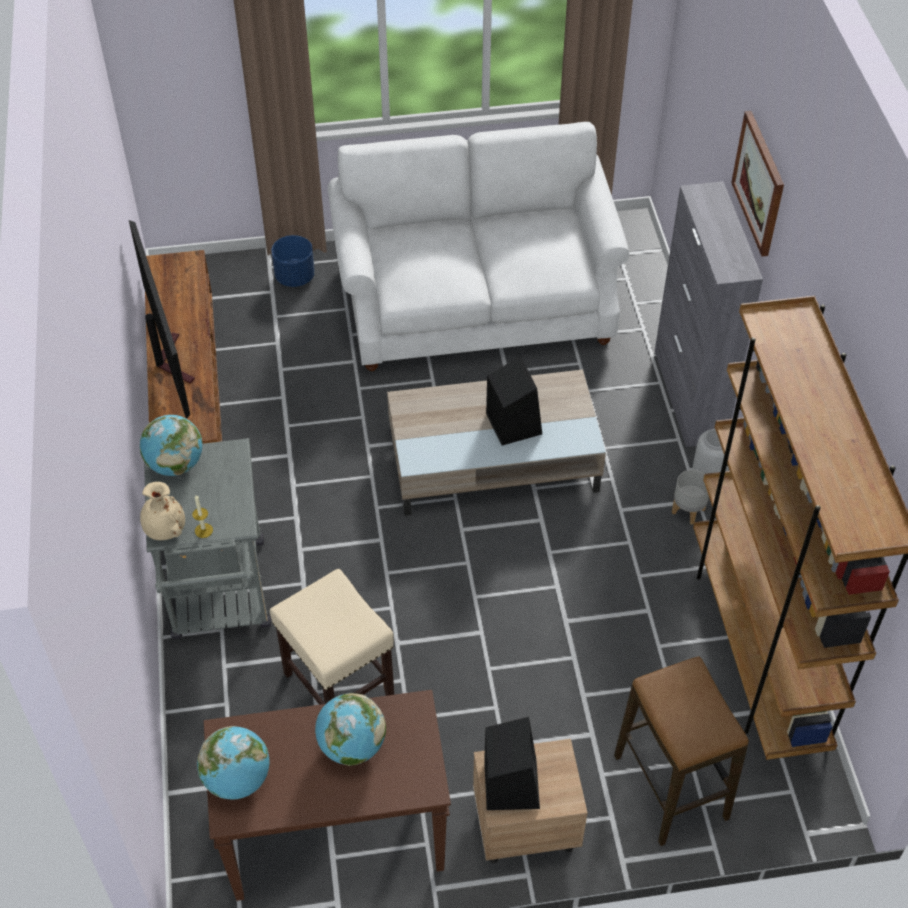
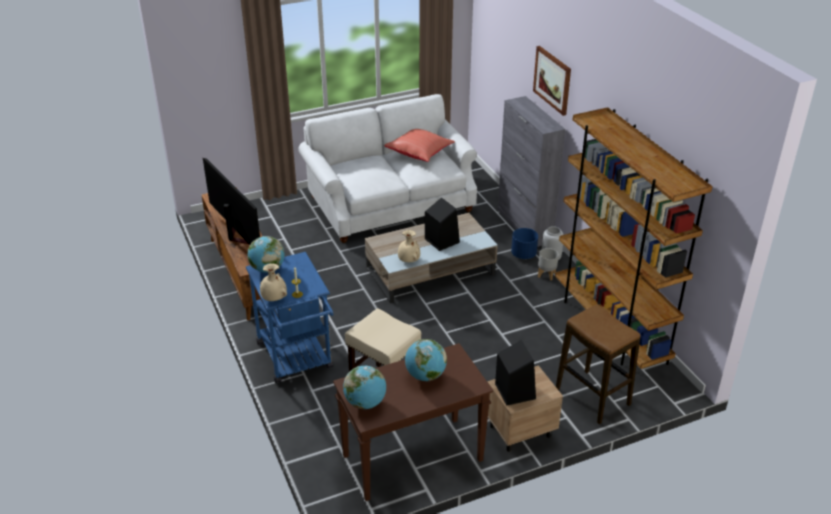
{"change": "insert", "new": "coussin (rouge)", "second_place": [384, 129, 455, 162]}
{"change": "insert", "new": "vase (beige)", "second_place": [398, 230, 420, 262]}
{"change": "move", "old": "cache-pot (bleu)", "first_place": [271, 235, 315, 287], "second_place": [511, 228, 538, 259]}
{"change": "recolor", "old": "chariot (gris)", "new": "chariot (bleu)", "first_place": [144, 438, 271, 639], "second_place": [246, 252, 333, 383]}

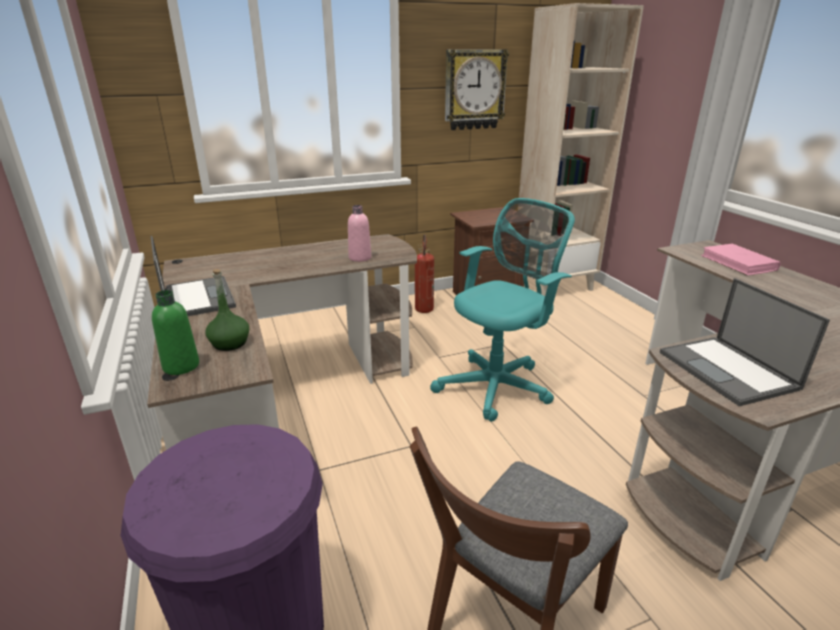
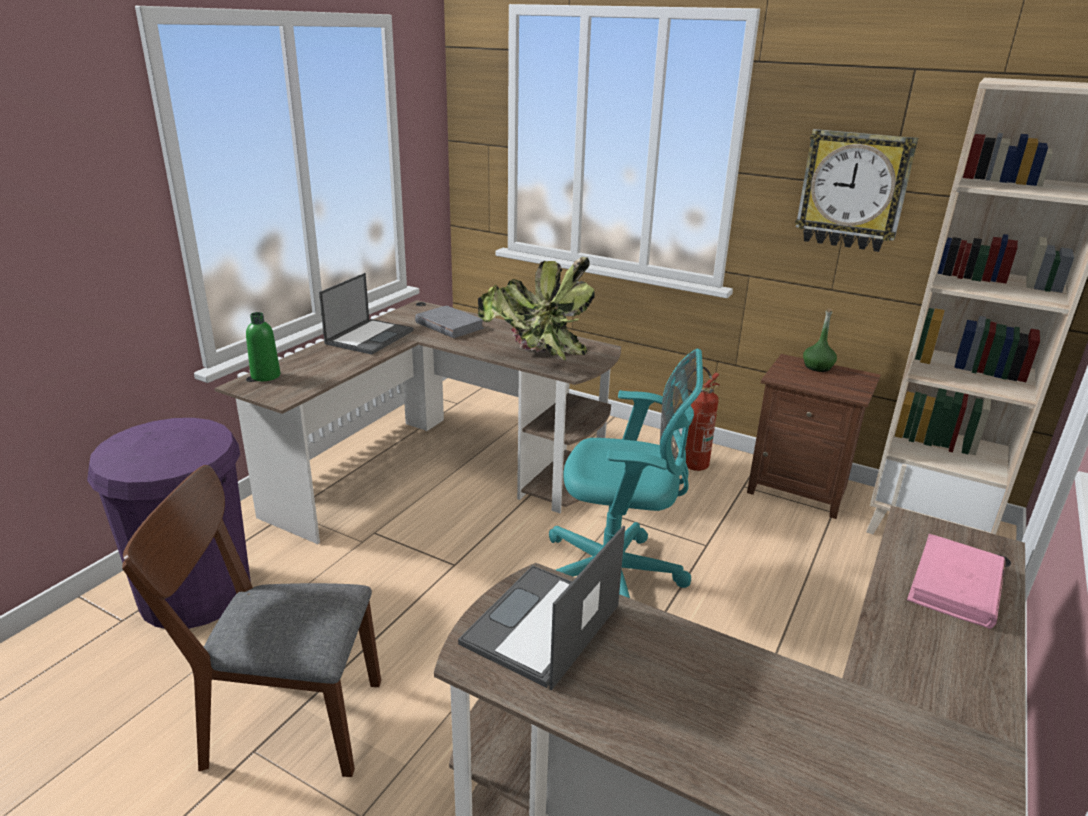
{"change": "insert", "new": "livre (gris)", "second_place": [415, 305, 484, 338]}
{"change": "move", "old": "bouteille (vert)", "first_place": [205, 269, 249, 351], "second_place": [803, 308, 837, 372]}
{"change": "replace", "old": "bouteille (rose)", "new": "plante en pot", "first_place": [348, 205, 371, 262], "second_place": [478, 257, 594, 360]}

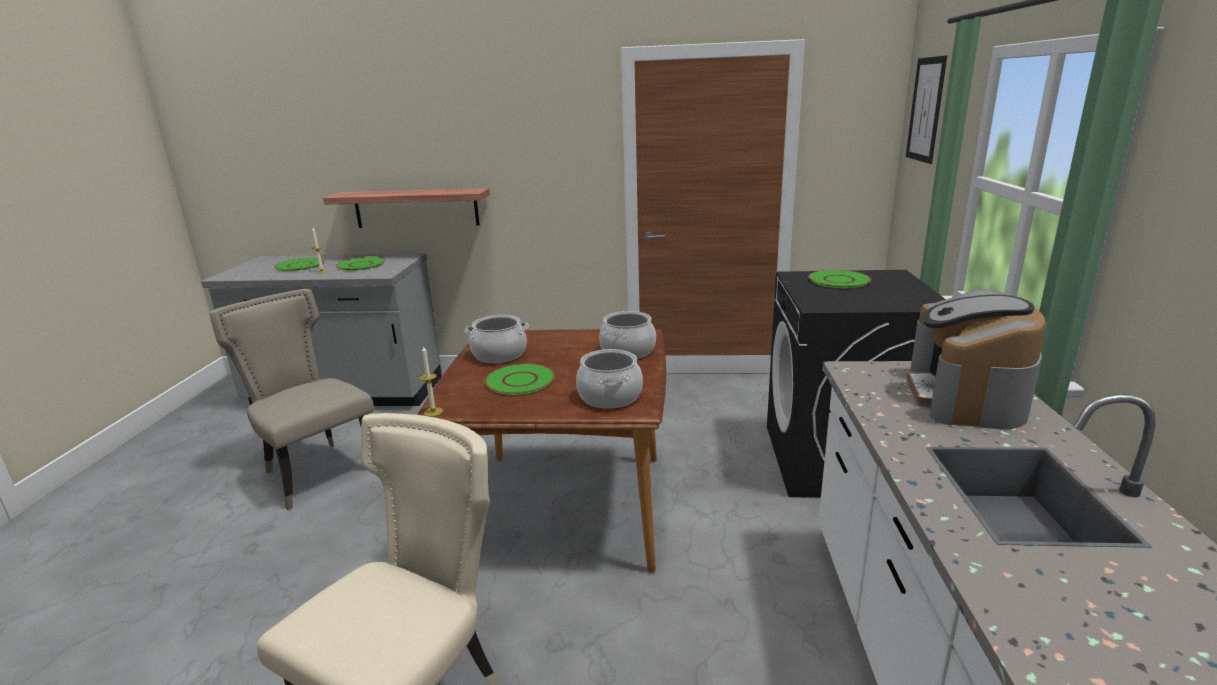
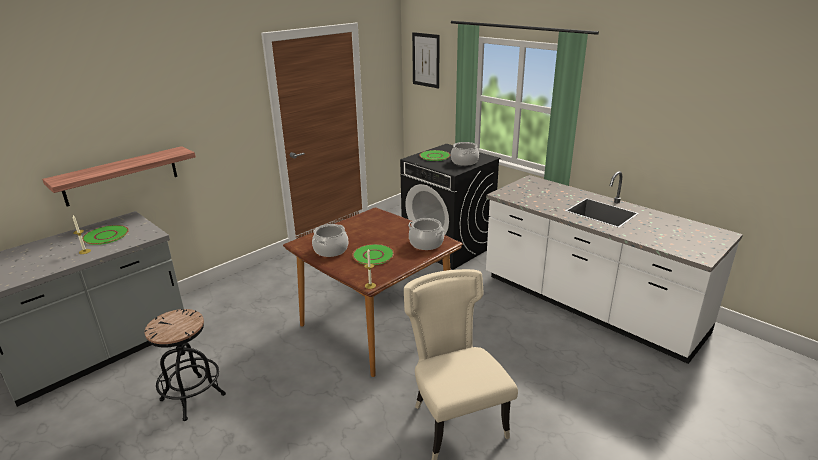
{"change": "delete", "old": "assiette (vert)", "first_place": [274, 258, 325, 271]}
{"change": "delete", "old": "machine à café", "first_place": [907, 289, 1046, 429]}
{"change": "move", "old": "marmite", "first_place": [599, 311, 656, 359], "second_place": [451, 142, 479, 166]}
{"change": "replace", "old": "chaise (beige)", "new": "tabouret (noir)", "first_place": [209, 289, 374, 510], "second_place": [145, 309, 226, 421]}

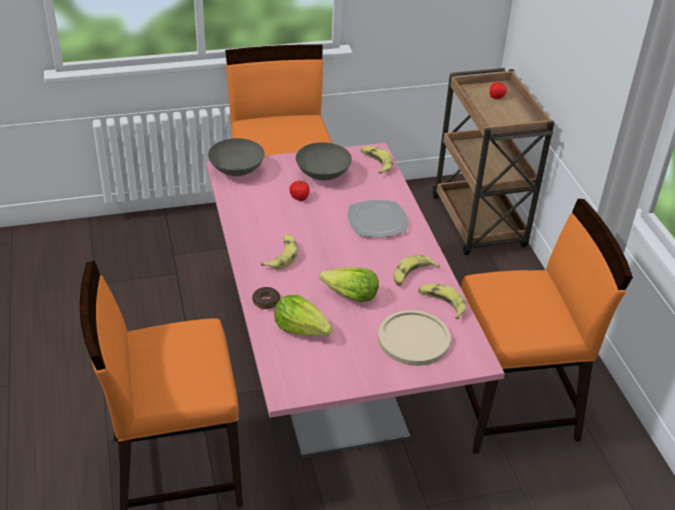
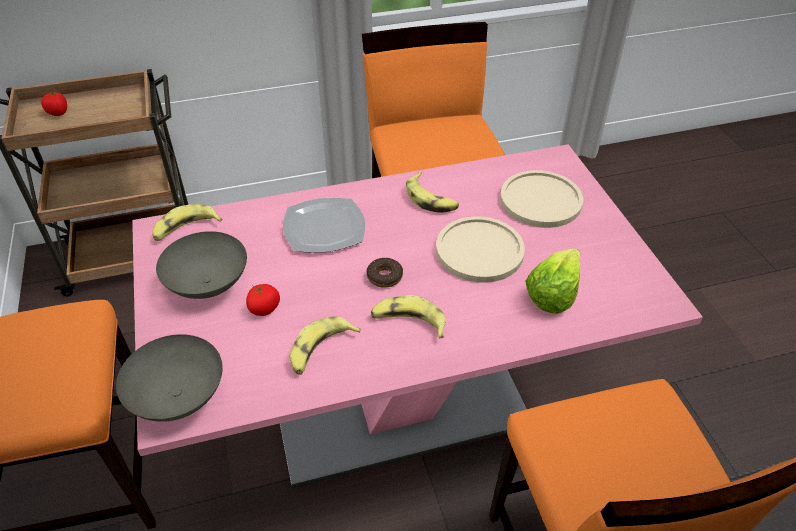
{"change": "move", "old": "beignet", "first_place": [252, 287, 280, 309], "second_place": [367, 258, 403, 288]}
{"change": "move", "old": "banane", "first_place": [418, 284, 466, 319], "second_place": [290, 317, 361, 375]}
{"change": "replace", "old": "laitue", "new": "assiette (beige)", "first_place": [319, 267, 379, 302], "second_place": [436, 216, 525, 283]}

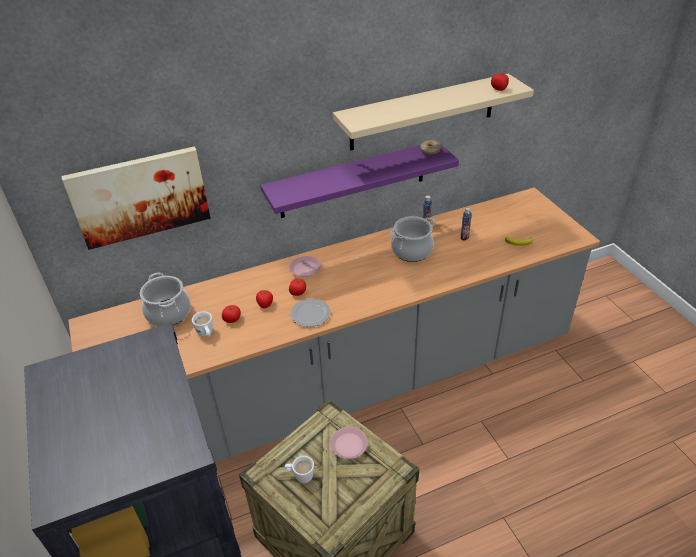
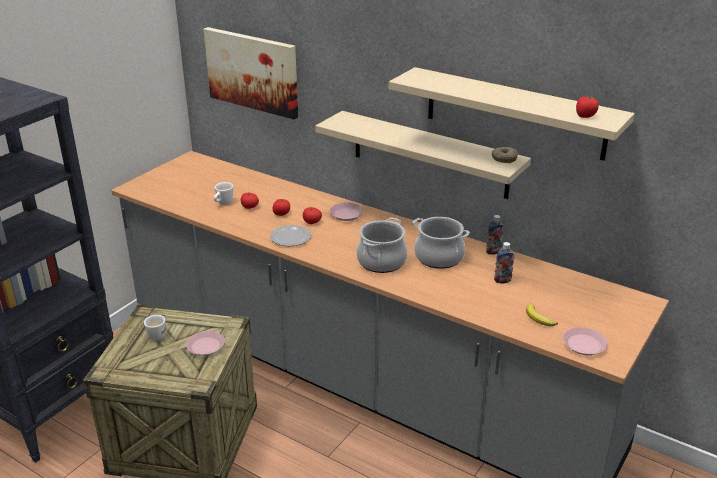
{"change": "insert", "new": "assiette (rose)", "second_place": [563, 327, 608, 355]}
{"change": "move", "old": "marmite", "first_place": [140, 272, 191, 326], "second_place": [356, 218, 407, 273]}
{"change": "recolor", "old": "étagère (violet)", "new": "étagère (beige)", "first_place": [260, 143, 459, 218], "second_place": [315, 111, 531, 199]}

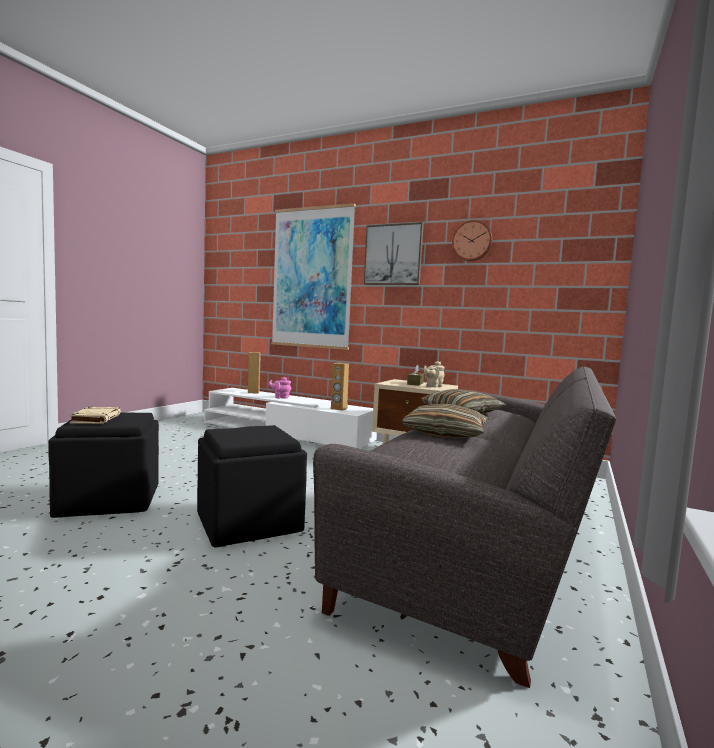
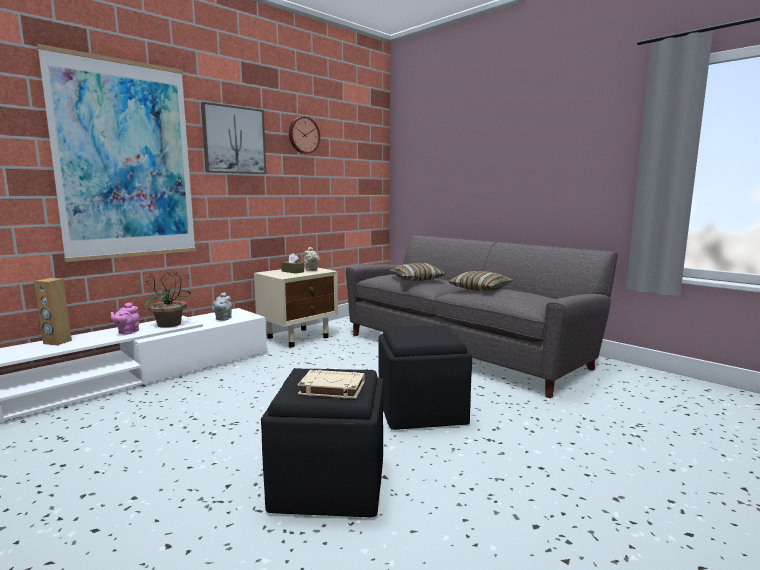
{"change": "insert", "new": "plante en pot", "second_place": [143, 271, 193, 328]}
{"change": "replace", "old": "enceinte (marron)", "new": "théière (gris)", "first_place": [331, 363, 349, 411], "second_place": [212, 292, 232, 321]}

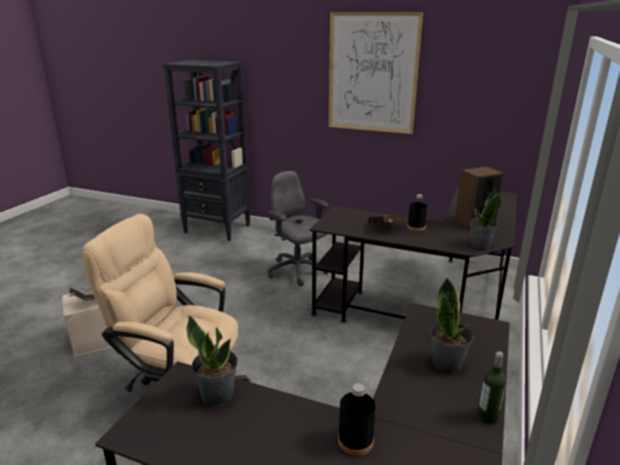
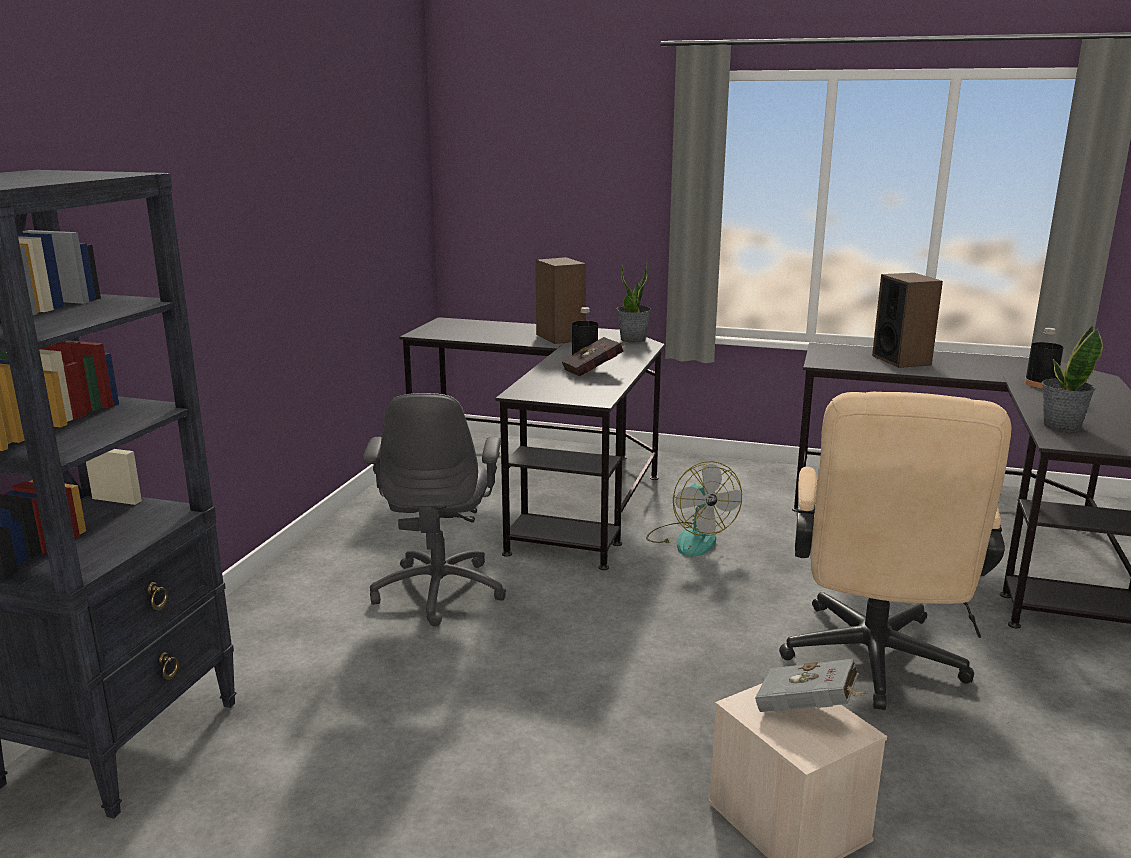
{"change": "delete", "old": "tableau", "first_place": [328, 12, 423, 134]}
{"change": "delete", "old": "bouteille", "first_place": [477, 351, 506, 423]}
{"change": "insert", "new": "ventilateur", "second_place": [646, 461, 742, 557]}
{"change": "replace", "old": "plante en pot", "new": "enceinte", "first_place": [430, 277, 474, 373], "second_place": [872, 273, 943, 368]}
{"change": "rotate", "old": "chaise de bureau (gris)", "first_place": [267, 171, 328, 286], "second_place": [363, 393, 506, 627], "degrees": -45}

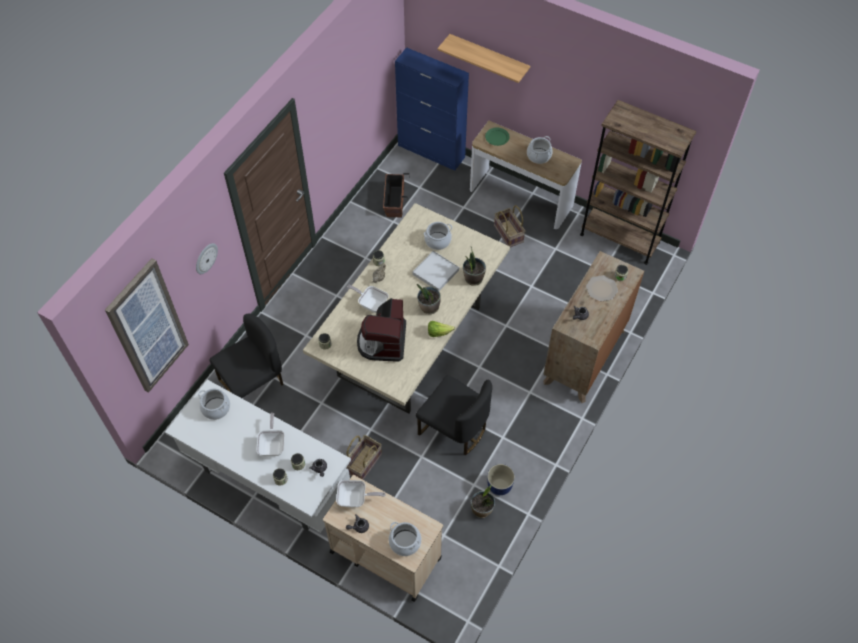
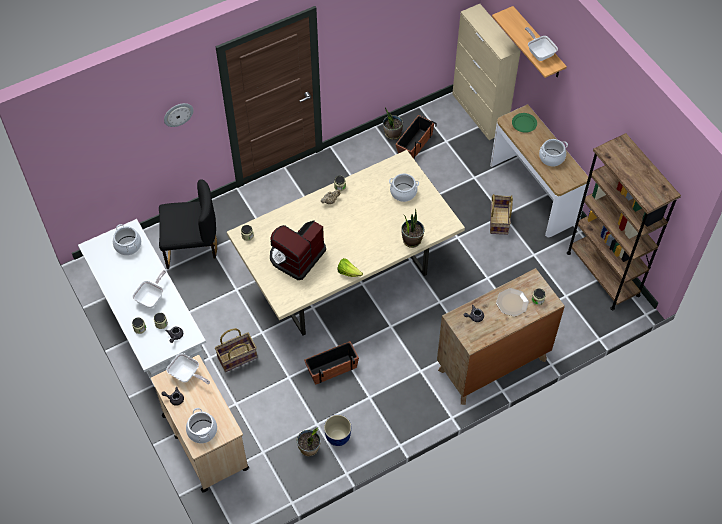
{"change": "delete", "old": "tableau", "first_place": [105, 258, 189, 393]}
{"change": "delete", "old": "plateau (blanc)", "first_place": [412, 251, 459, 291]}
{"change": "move", "old": "poêle", "first_place": [347, 285, 389, 313], "second_place": [525, 27, 558, 61]}
{"change": "move", "old": "plante en pot", "first_place": [417, 284, 441, 314], "second_place": [383, 108, 403, 140]}
{"change": "replace", "old": "chaise (noir)", "new": "cache-pot", "first_place": [416, 375, 492, 456], "second_place": [304, 341, 359, 385]}
{"change": "recolor", "old": "meuble de rangement (bleu)", "new": "meuble de rangement (beige)", "first_place": [395, 47, 469, 171], "second_place": [452, 4, 521, 140]}

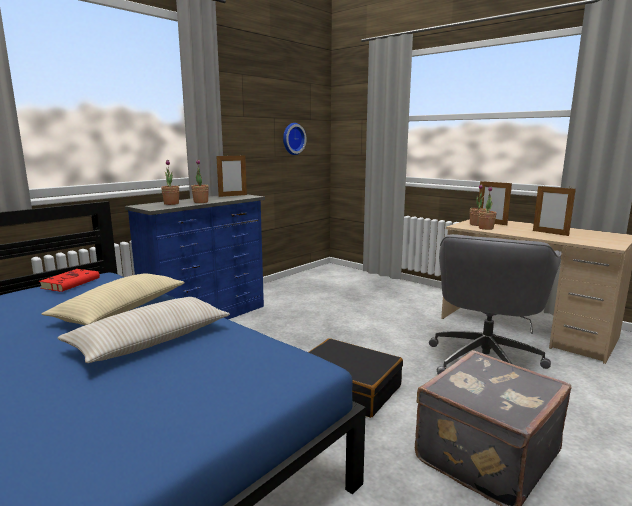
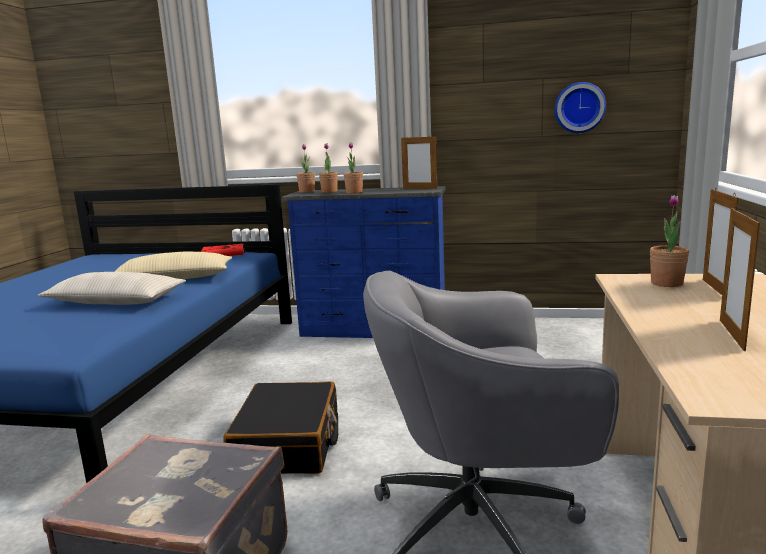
{"change": "move", "old": "plante en pot", "first_place": [479, 186, 497, 230], "second_place": [296, 144, 315, 193]}

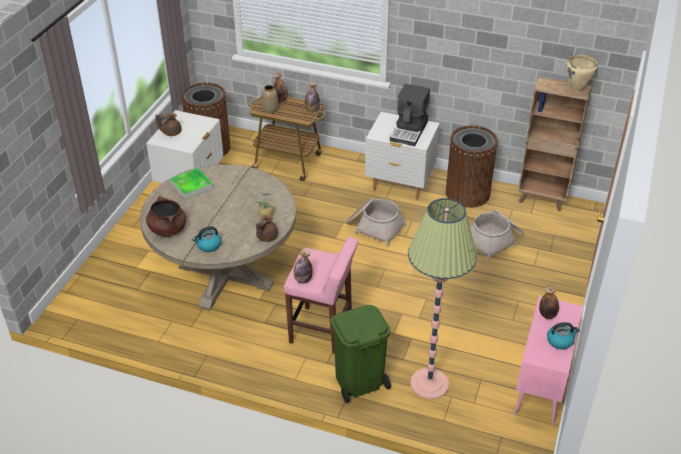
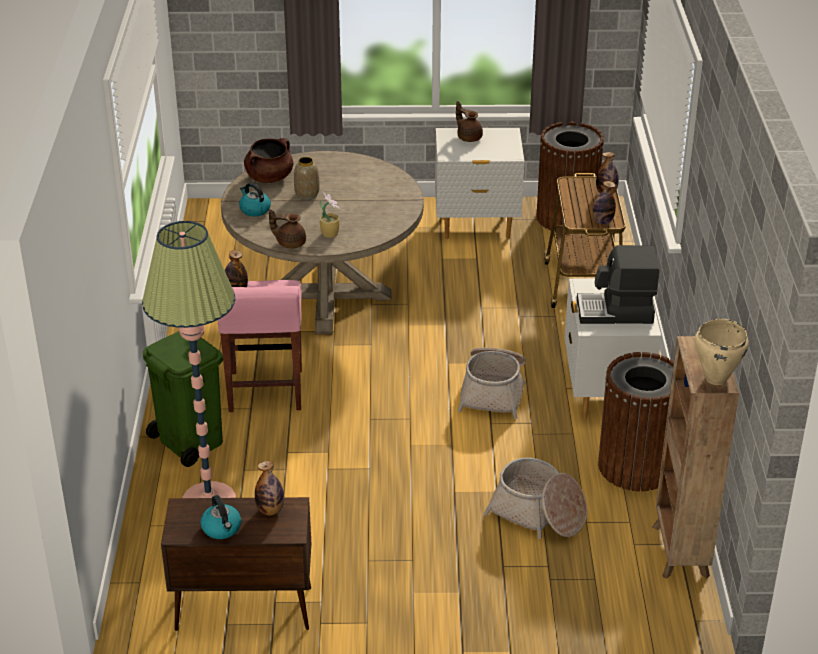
{"change": "delete", "old": "plateau", "first_place": [170, 168, 213, 199]}
{"change": "move", "old": "vase", "first_place": [261, 85, 278, 113], "second_place": [294, 157, 320, 200]}
{"change": "recolor", "old": "meuble de rangement (rose)", "new": "meuble de rangement (marron)", "first_place": [514, 296, 583, 426], "second_place": [161, 497, 311, 631]}

